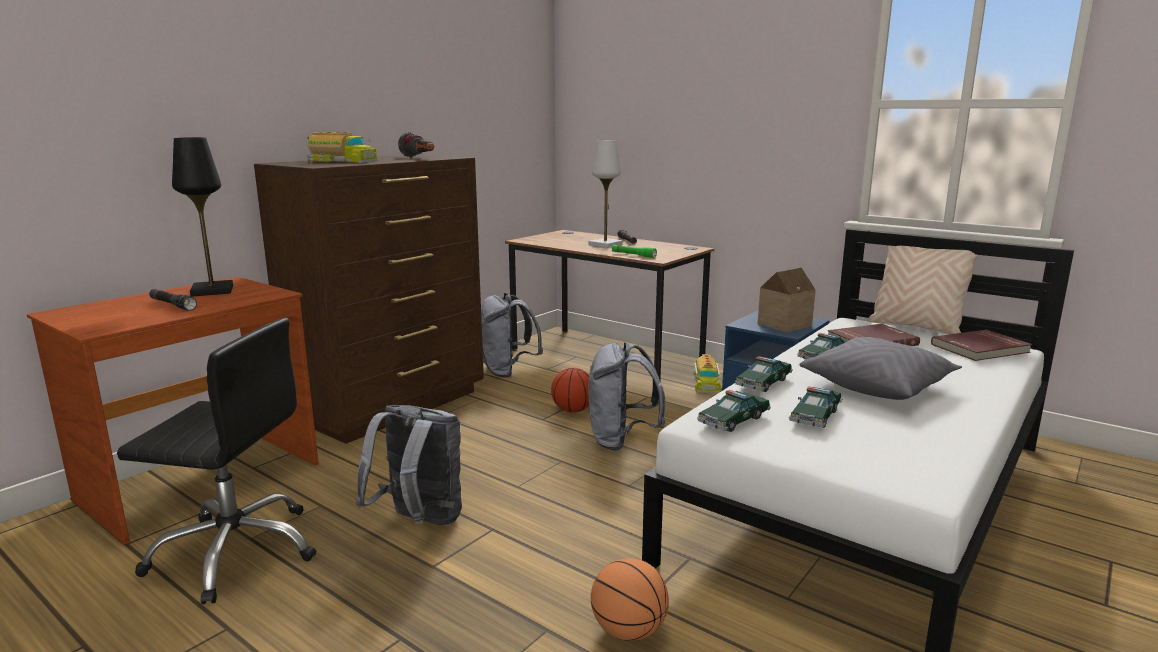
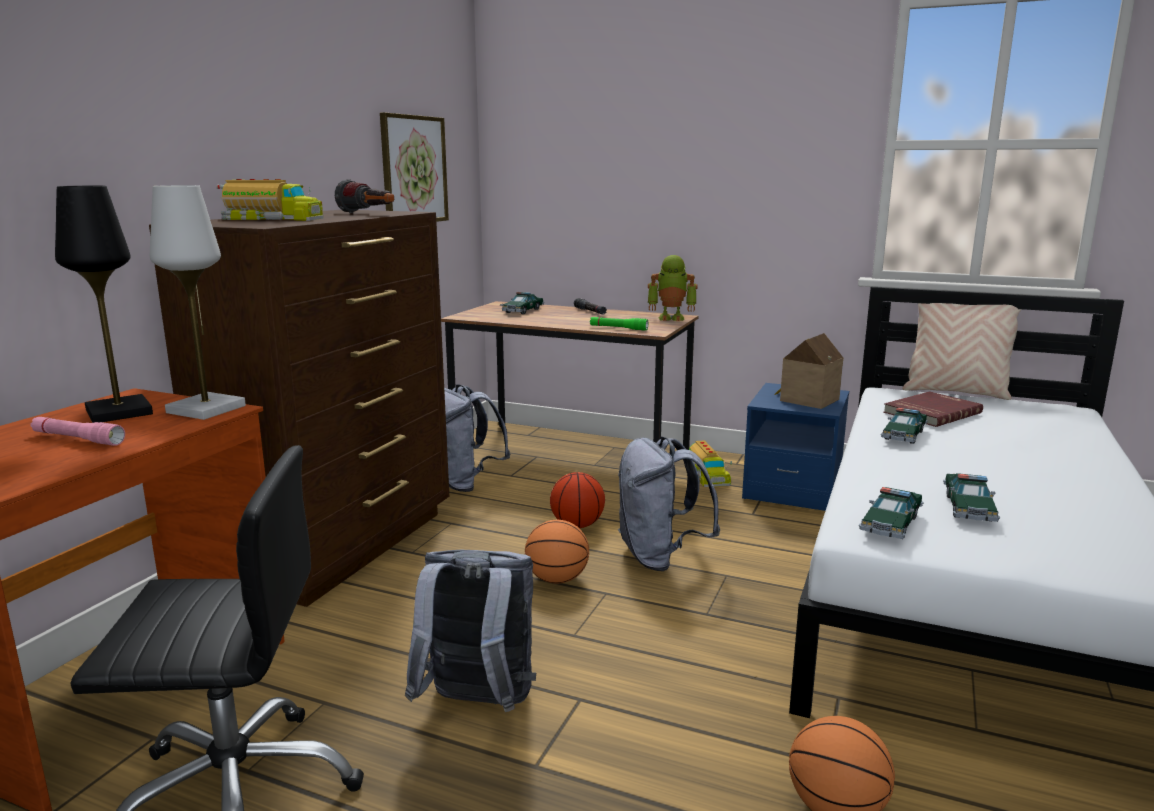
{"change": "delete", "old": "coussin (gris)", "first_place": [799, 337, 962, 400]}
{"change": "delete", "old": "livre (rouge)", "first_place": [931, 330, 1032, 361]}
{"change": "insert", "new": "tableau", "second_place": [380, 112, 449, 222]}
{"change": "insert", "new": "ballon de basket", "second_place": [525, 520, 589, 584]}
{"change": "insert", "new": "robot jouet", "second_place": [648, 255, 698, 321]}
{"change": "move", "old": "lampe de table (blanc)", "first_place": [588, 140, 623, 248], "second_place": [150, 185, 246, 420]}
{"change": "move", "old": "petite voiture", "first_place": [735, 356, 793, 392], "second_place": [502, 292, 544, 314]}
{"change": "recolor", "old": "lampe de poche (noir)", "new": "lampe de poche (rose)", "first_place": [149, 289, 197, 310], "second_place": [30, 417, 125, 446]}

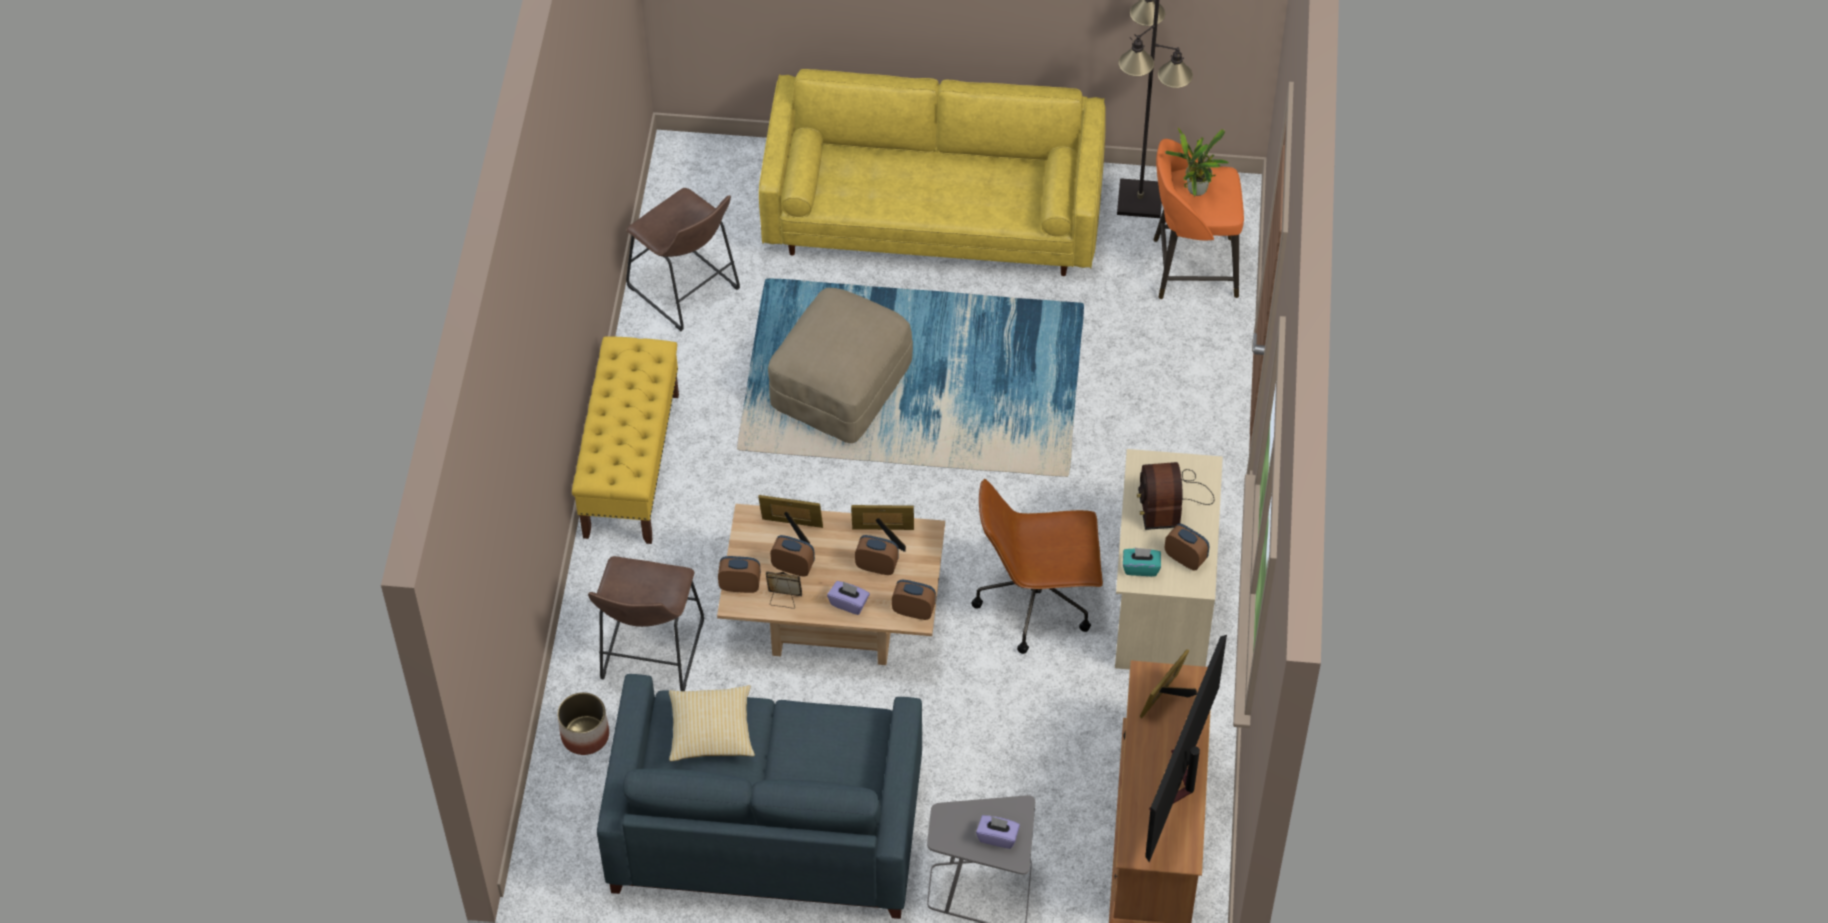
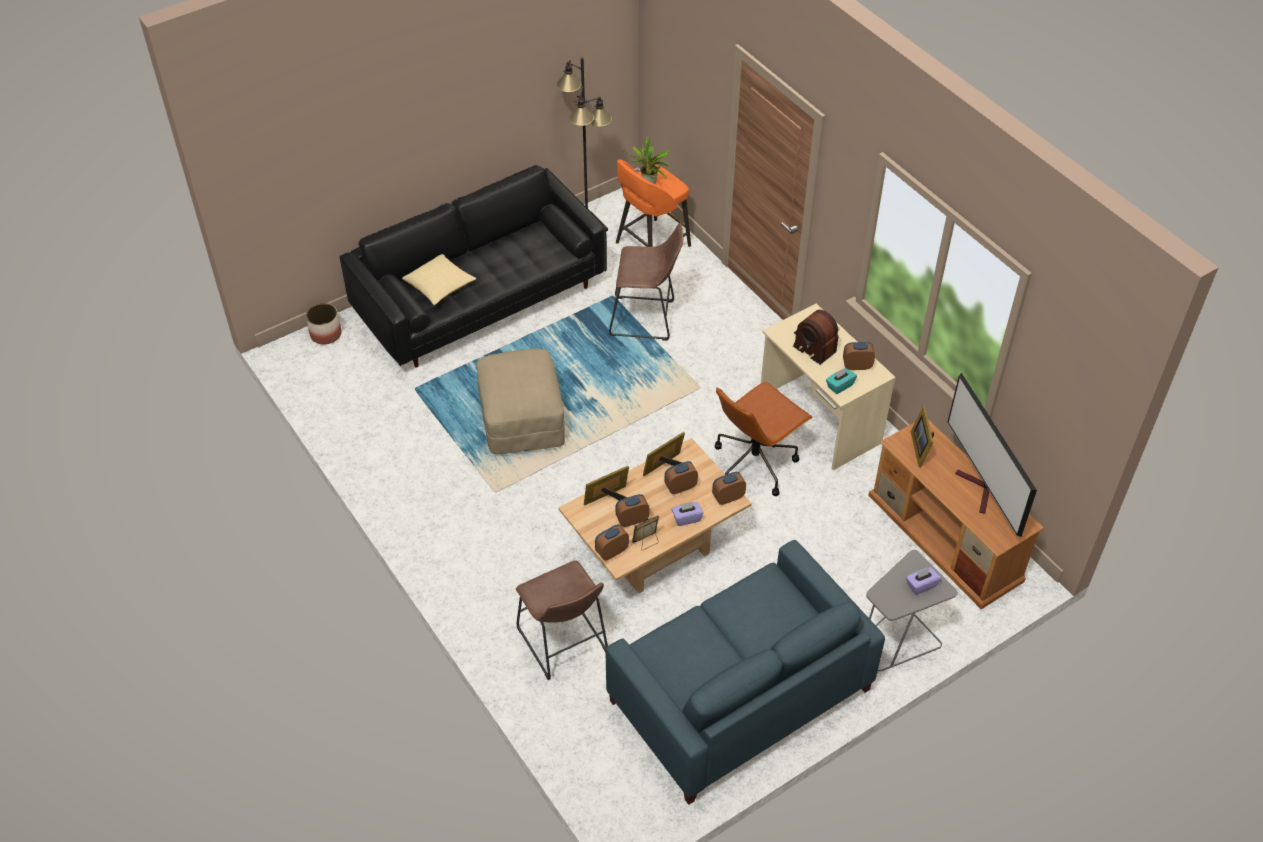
{"change": "delete", "old": "banc (jaune)", "first_place": [572, 336, 679, 544]}
{"change": "move", "old": "cache-pot", "first_place": [557, 692, 609, 755], "second_place": [306, 303, 342, 344]}
{"change": "move", "old": "tabouret (marron)", "first_place": [626, 188, 740, 331], "second_place": [609, 223, 683, 341]}
{"change": "move", "old": "coussin", "first_place": [669, 685, 755, 761], "second_place": [402, 254, 476, 305]}
{"change": "recolor", "old": "canapé (jaune)", "new": "canapé (noir)", "first_place": [759, 69, 1106, 276], "second_place": [339, 165, 607, 367]}

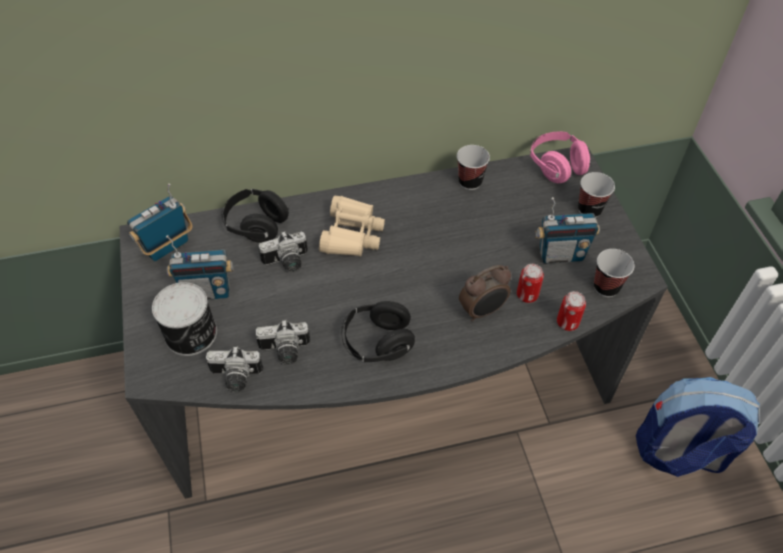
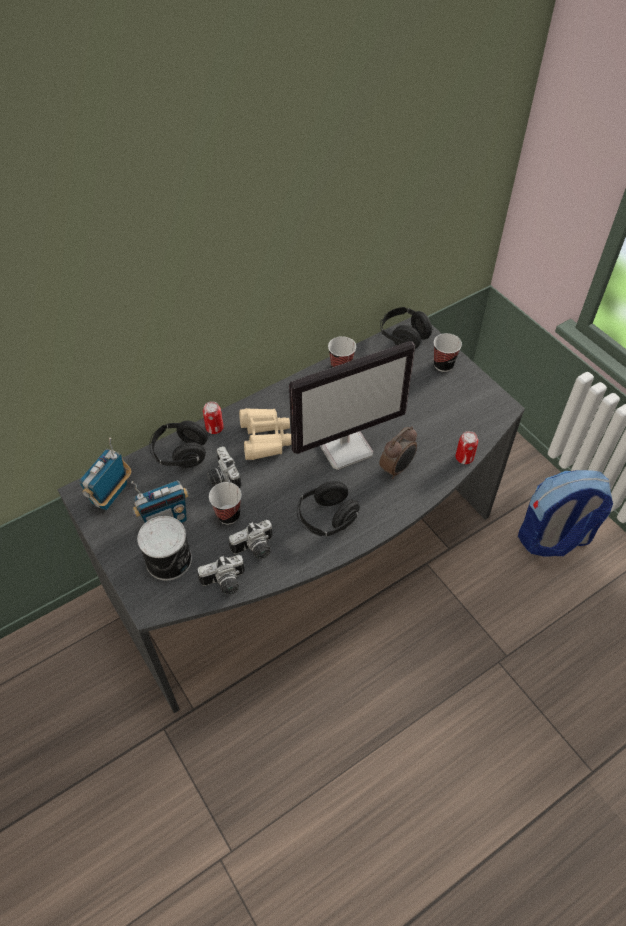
{"change": "delete", "old": "radio", "first_place": [535, 197, 600, 264]}
{"change": "insert", "new": "écran d'ordinateur", "second_place": [289, 341, 415, 470]}
{"change": "move", "old": "boîte métallique", "first_place": [517, 264, 544, 303], "second_place": [203, 401, 224, 434]}
{"change": "move", "old": "tasse", "first_place": [594, 249, 635, 297], "second_place": [209, 482, 242, 524]}
{"change": "recolor", "old": "casque audio (rose)", "new": "casque audio (noir)", "first_place": [530, 132, 591, 183], "second_place": [380, 307, 433, 349]}
{"change": "rotate", "old": "appareil photo", "first_place": [258, 232, 308, 272], "second_place": [207, 446, 241, 488], "degrees": 105}

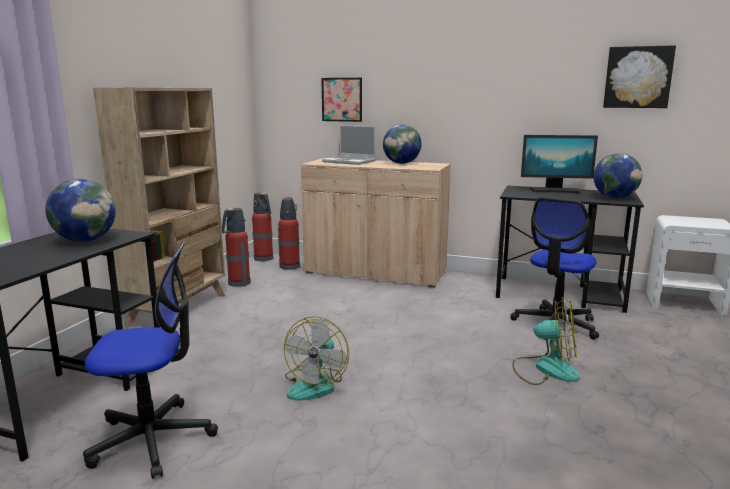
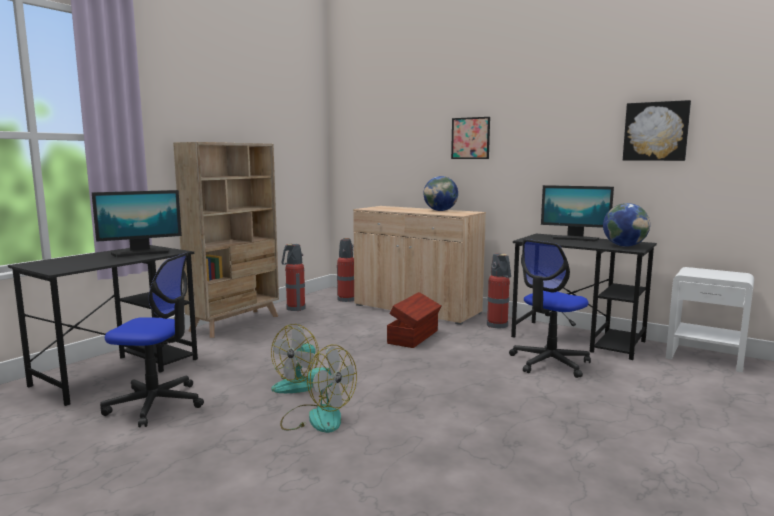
{"change": "delete", "old": "ordinateur portable", "first_place": [322, 125, 376, 165]}
{"change": "insert", "new": "boîte de rangement (marron)", "second_place": [387, 292, 441, 348]}
{"change": "move", "old": "extincteur", "first_place": [252, 192, 273, 261], "second_place": [487, 253, 511, 328]}
{"change": "move", "old": "tableau", "first_place": [321, 78, 362, 122], "second_place": [451, 117, 490, 159]}
{"change": "move", "old": "ventilateur", "first_place": [512, 297, 580, 385], "second_place": [280, 345, 357, 433]}
{"change": "replace", "old": "globe", "new": "écran d'ordinateur", "first_place": [45, 179, 116, 242], "second_place": [92, 190, 182, 257]}

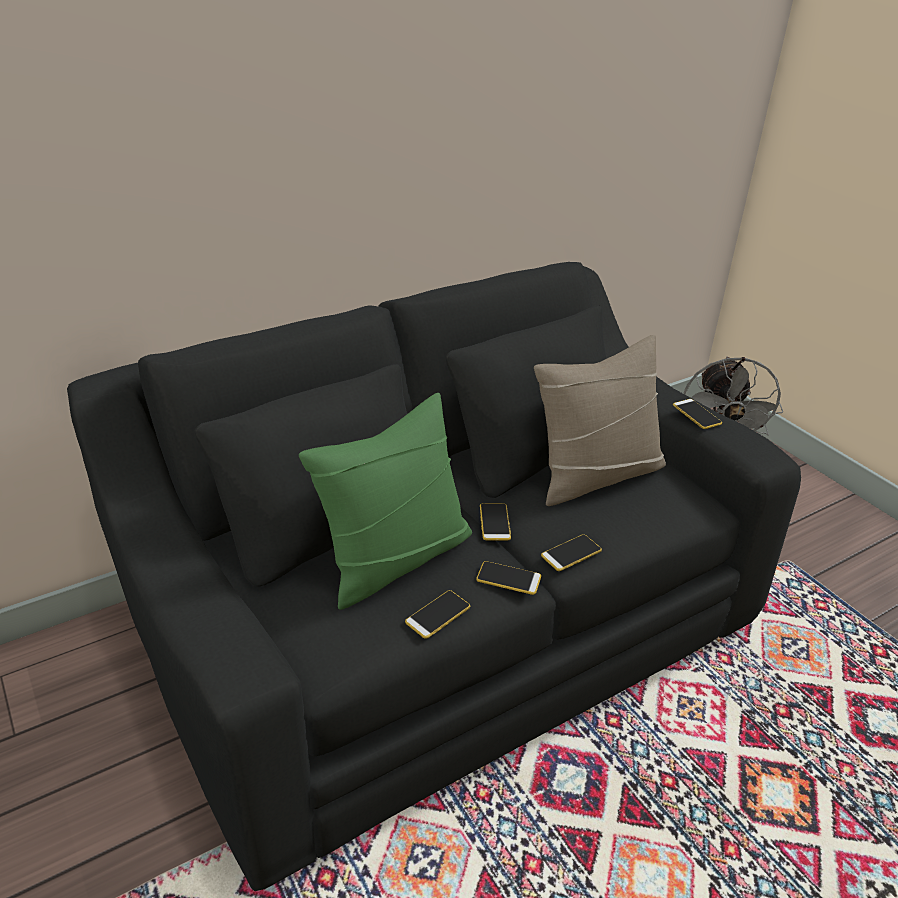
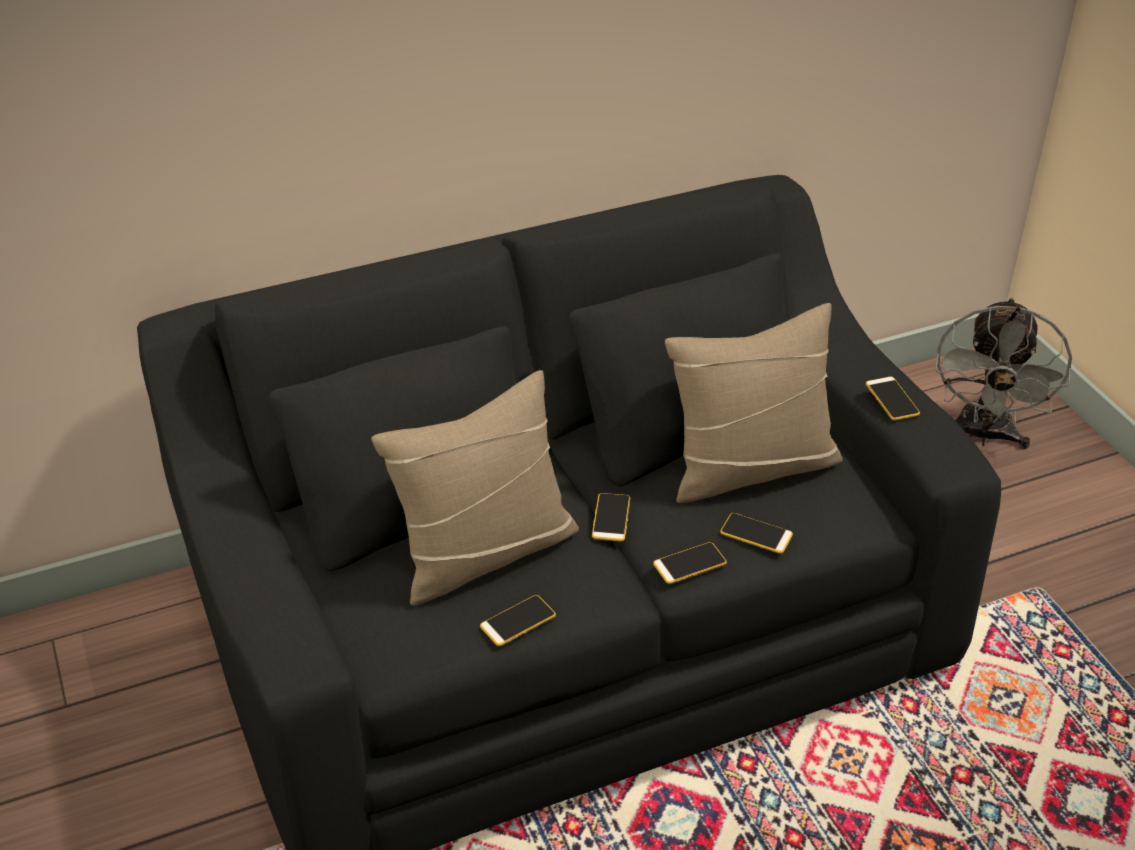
{"change": "move", "old": "téléphone", "first_place": [476, 561, 541, 595], "second_place": [720, 513, 793, 554]}
{"change": "recolor", "old": "coussin (vert)", "new": "coussin (beige)", "first_place": [299, 393, 472, 610], "second_place": [371, 370, 579, 606]}

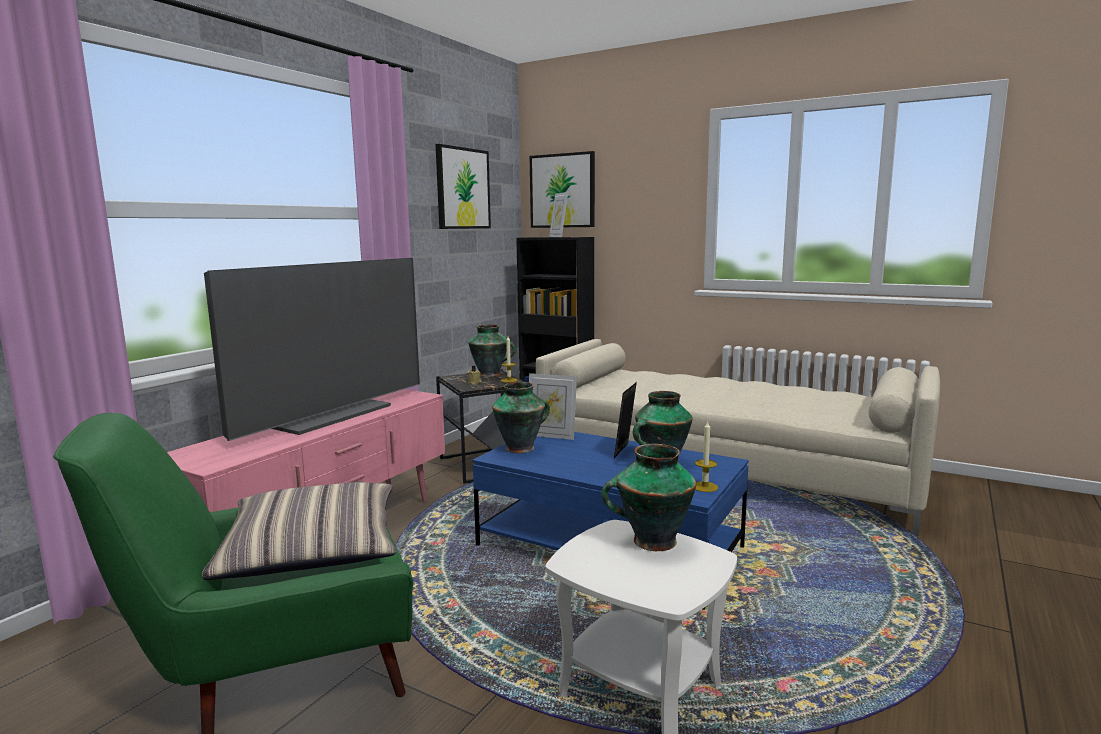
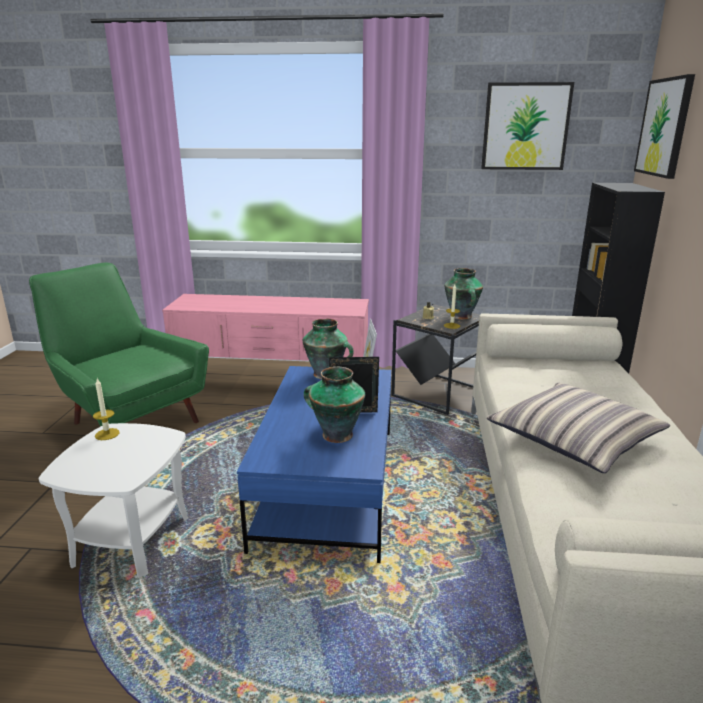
{"change": "delete", "old": "téléviseur", "first_place": [204, 258, 420, 441]}
{"change": "delete", "old": "cadre photo", "first_place": [549, 192, 568, 237]}
{"change": "delete", "old": "vase", "first_place": [602, 444, 696, 551]}
{"change": "move", "old": "coussin", "first_place": [202, 482, 396, 580], "second_place": [487, 383, 670, 473]}
{"change": "move", "old": "bougie", "first_place": [695, 421, 718, 492], "second_place": [93, 379, 120, 440]}

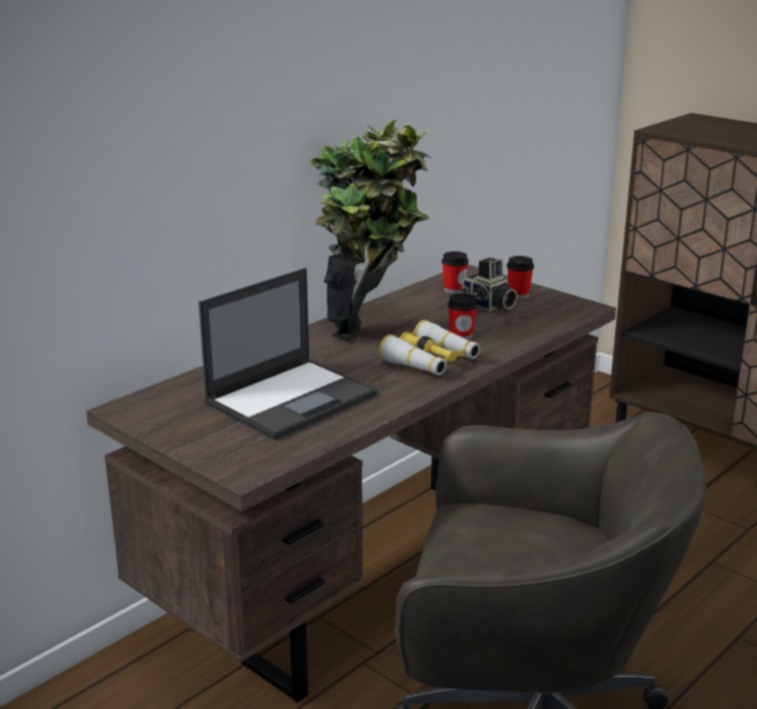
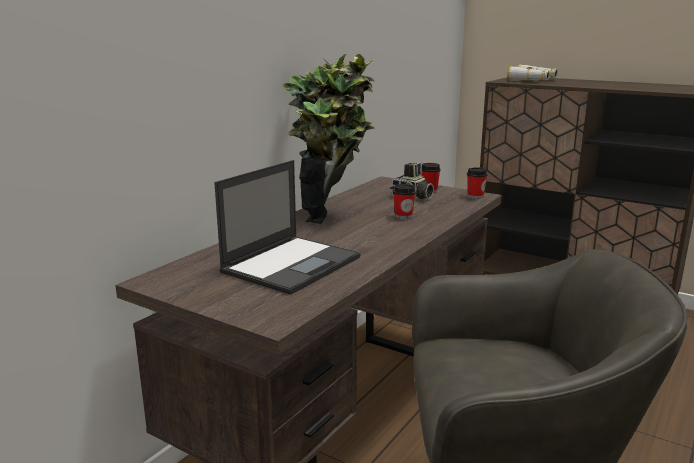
{"change": "move", "old": "jumelles", "first_place": [378, 320, 480, 375], "second_place": [507, 64, 558, 81]}
{"change": "move", "old": "tasse", "first_place": [442, 251, 468, 294], "second_place": [467, 167, 487, 199]}

